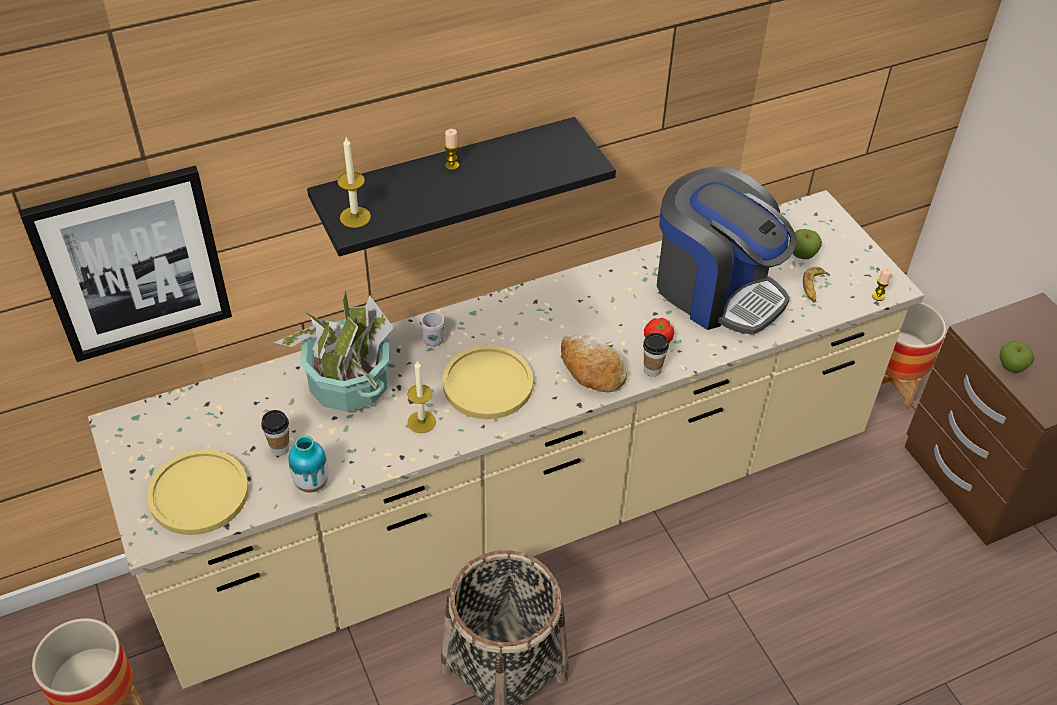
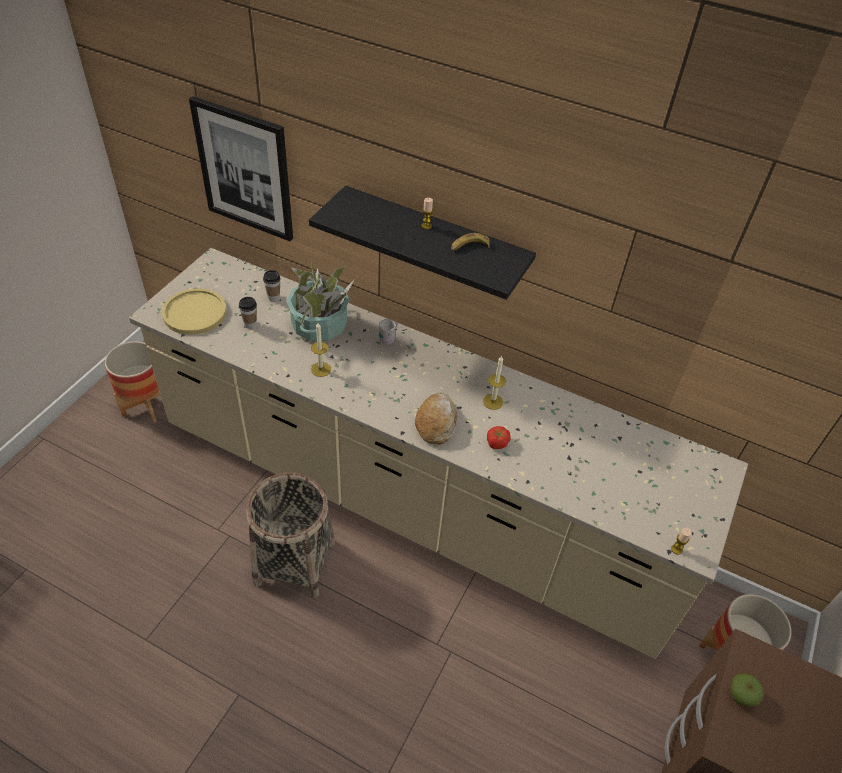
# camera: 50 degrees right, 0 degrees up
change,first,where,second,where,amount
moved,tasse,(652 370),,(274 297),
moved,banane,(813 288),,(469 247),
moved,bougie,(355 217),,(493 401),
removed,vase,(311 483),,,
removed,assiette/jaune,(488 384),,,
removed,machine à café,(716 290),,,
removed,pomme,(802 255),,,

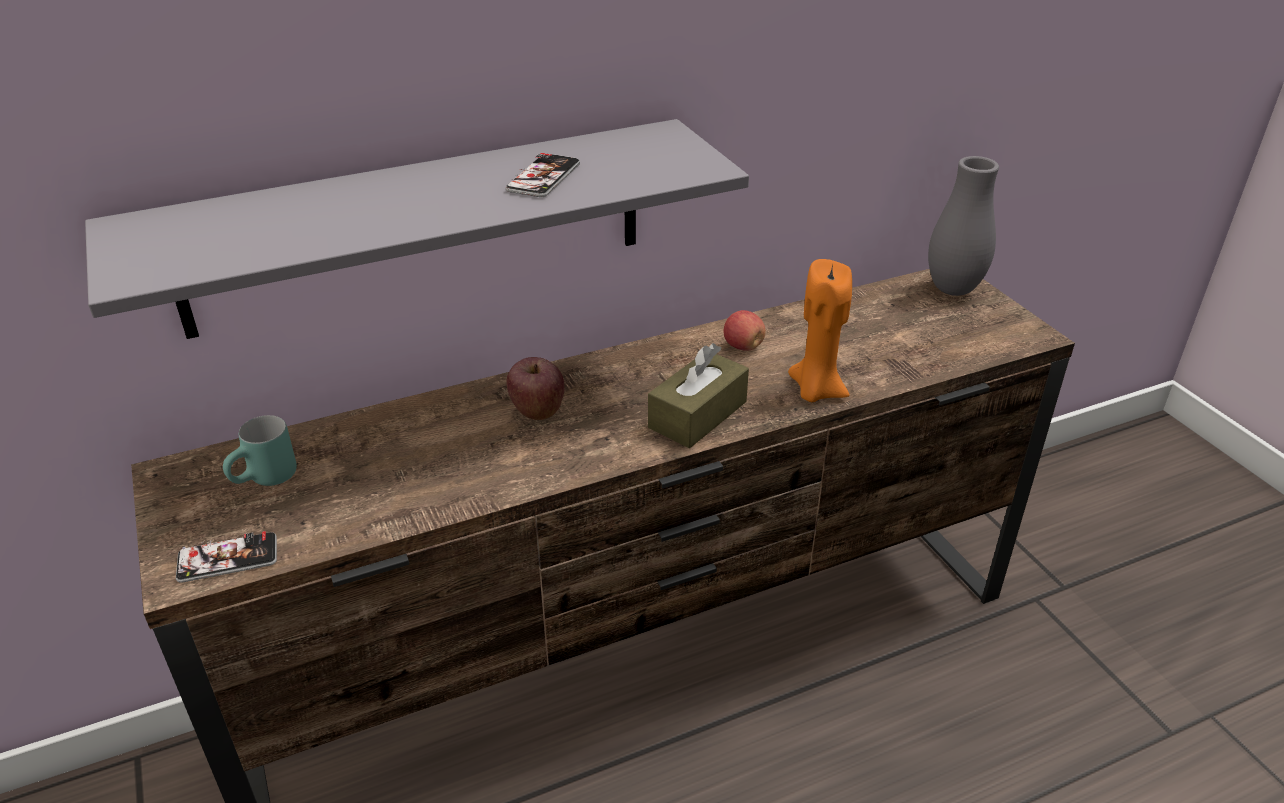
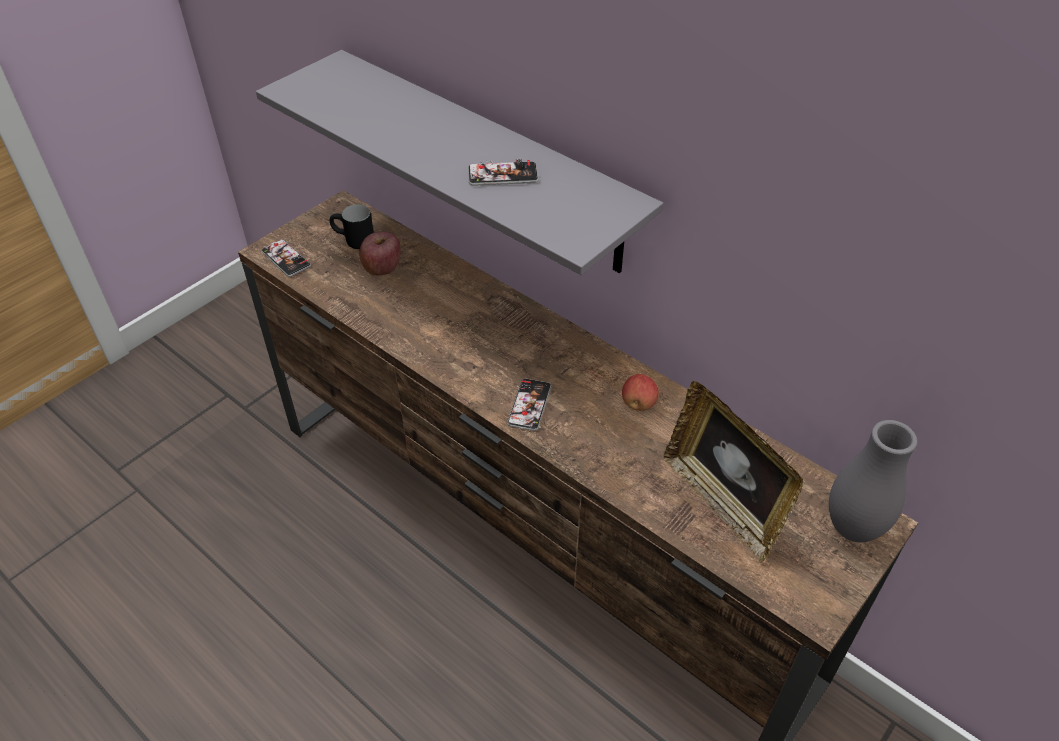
# camera: 65 degrees right, 10 degrees up
change,first,where,second,where,amount
recoloured,mug/turquoise,(267 481),mug/noir,(353 242),
moved,pomme,(537 410),,(382 268),
replaced,boîte à mouchoirs/marron,(697 415),téléphone,(529 405),
added,,,cadre photo,(722 502),
removed,bougie/orange,(815 391),,,

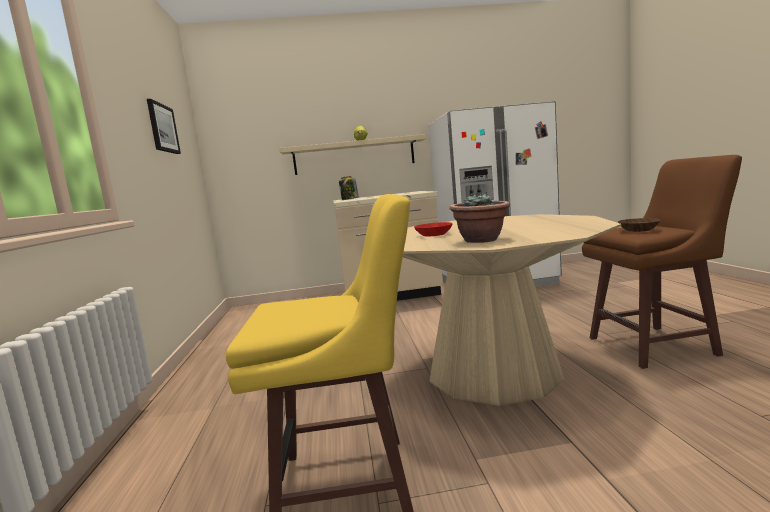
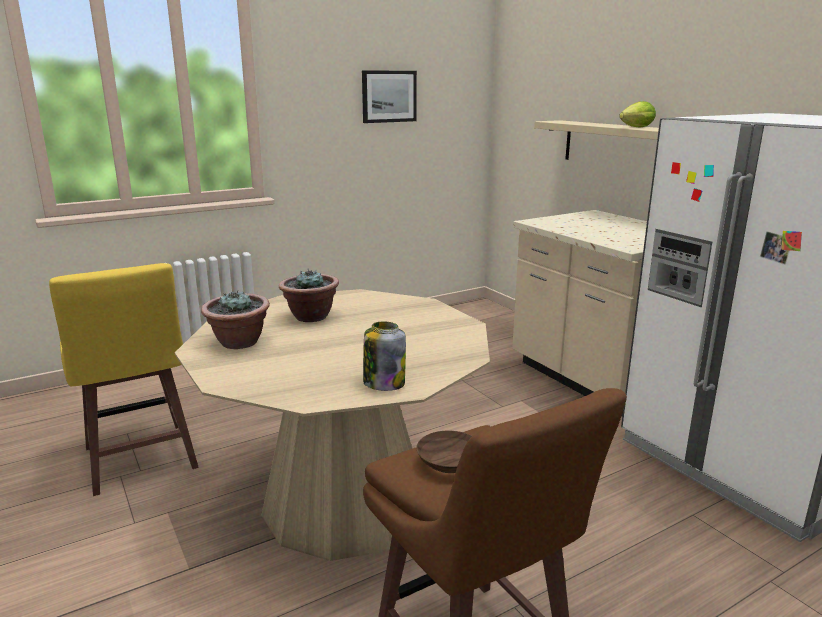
# camera: 65 degrees right, 10 degrees up
change,first,where,second,where,amount
replaced,bol/rouge,(434 235),plante en pot,(310 317),
moved,bocal,(349 199),,(383 383),

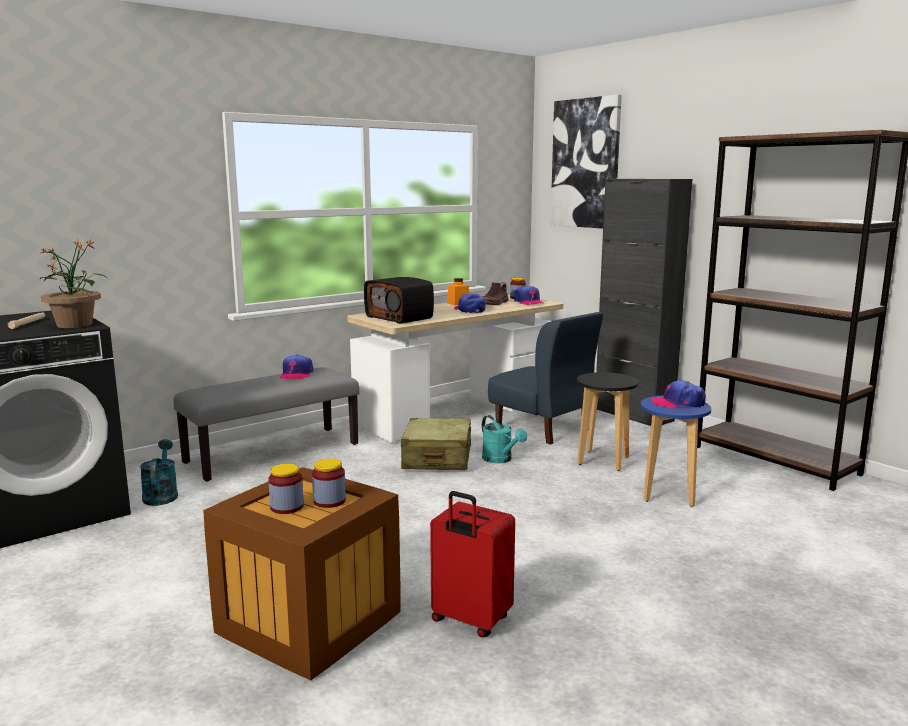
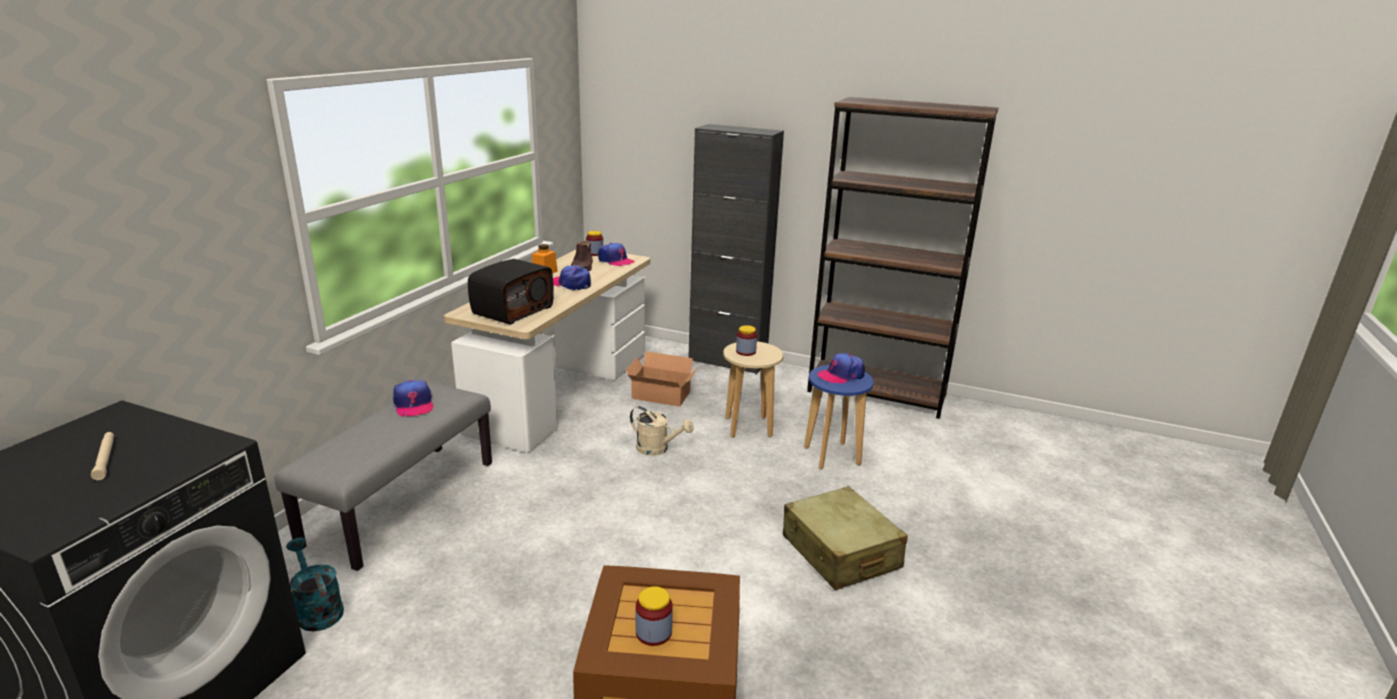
# camera: 30 degrees left, 10 degrees up
change,first,where,second,where,amount
turned,radio,(400 317),,(512 310),75 degrees counterclockwise
replaced,chaise/bleu,(542 428),carton,(661 396),
recoloured,arrosoir/turquoise,(501 459),arrosoir/beige,(657 449),
recoloured,tabouret/noir,(603 460),tabouret/beige,(748 427),
moved,bocal,(329 501),,(746 352),
moved,valise/beige,(437 458),,(840 552),
removed,plante en pot,(75 324),,,
removed,valise/rouge,(470 620),,,
removed,tableau,(585 163),,,

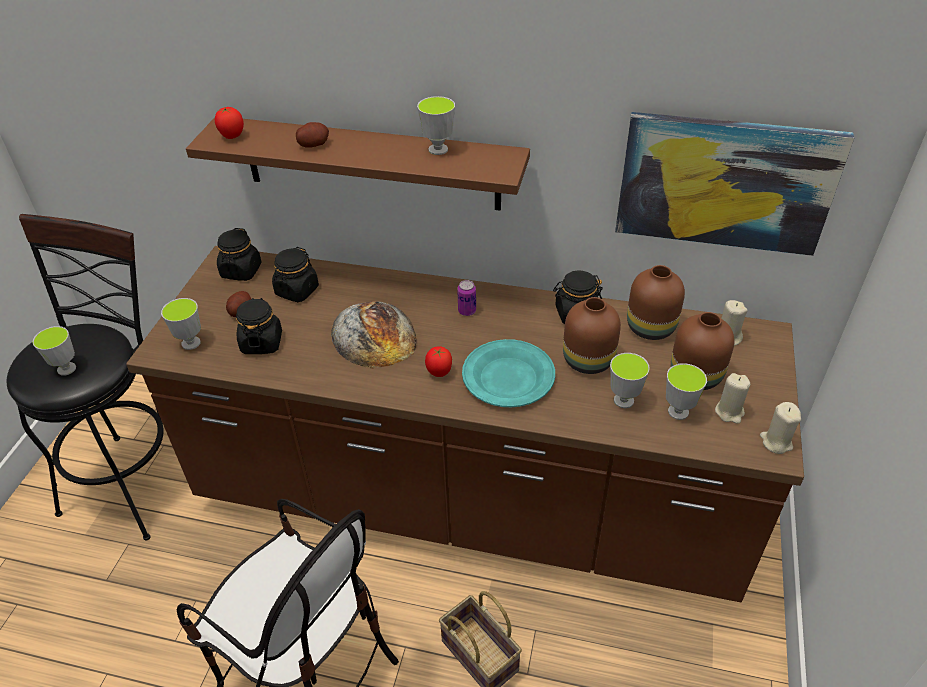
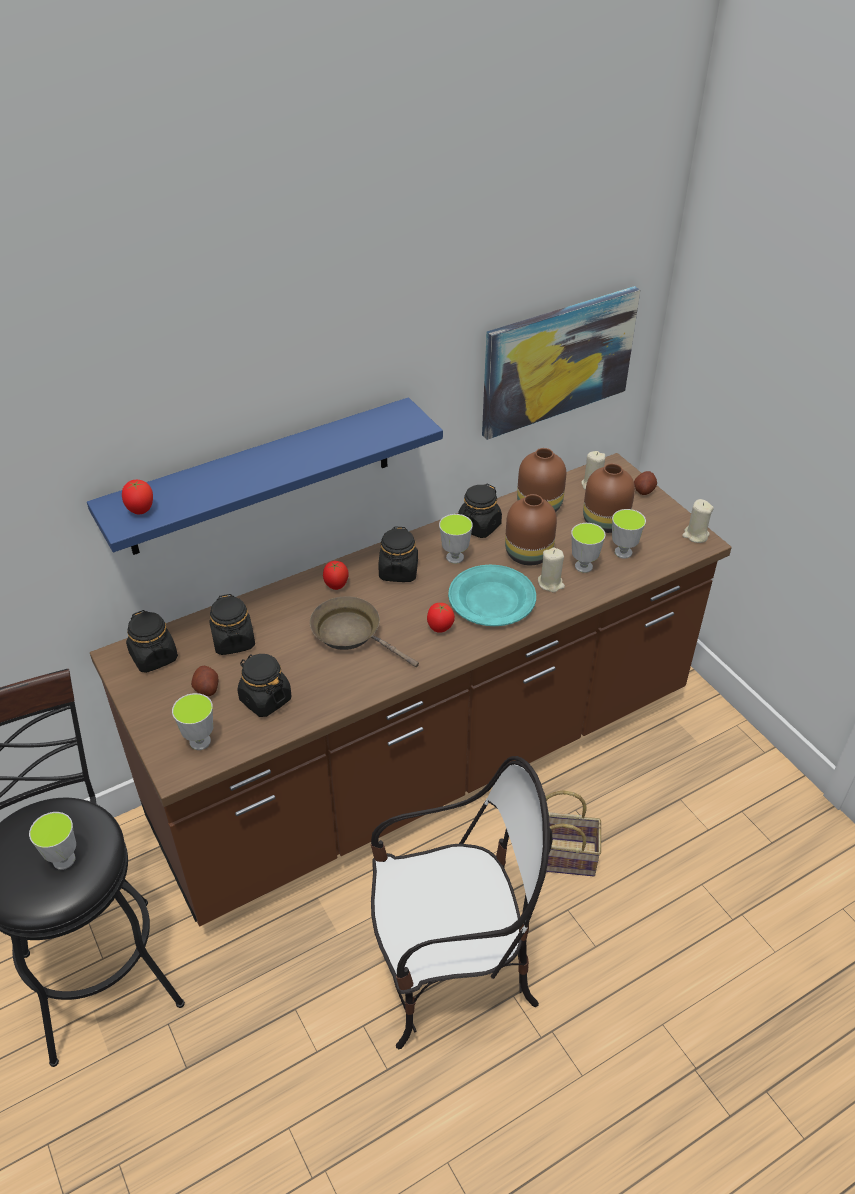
# camera: 45 degrees left, 0 degrees up
change,first,where,second,where,amount
recoloured,étagère/marron,(370 163),étagère/bleu,(261 477),
replaced,pain,(374 335),poêle/marron,(351 633),
added,,,tomate,(336 586),
replaced,boîte métallique,(467 311),bocal/noir,(398 571),
moved,tasse,(438 149),,(455 557),
moved,bougie/beige,(729 412),,(550 583),
moved,pomme de terre,(313 144),,(644 490),

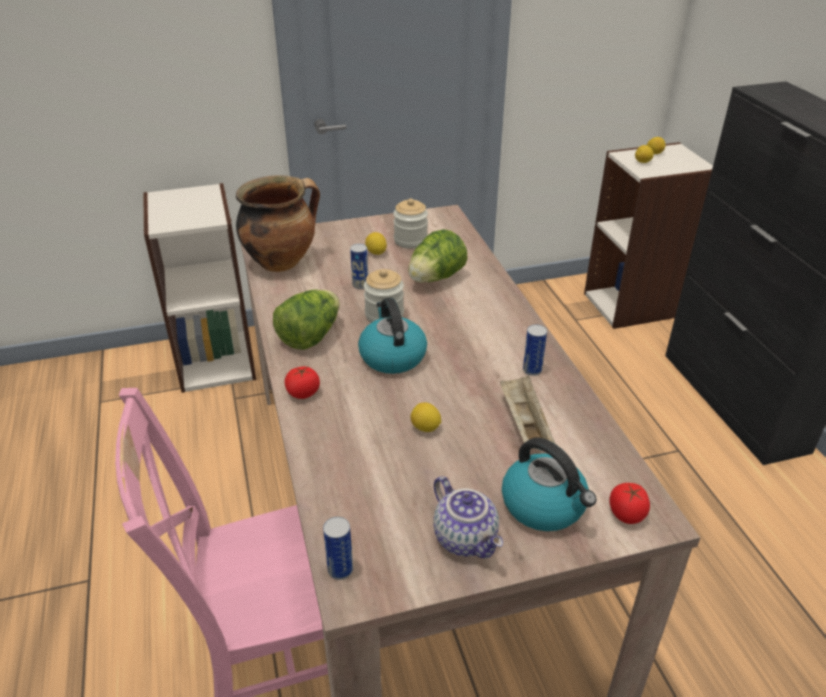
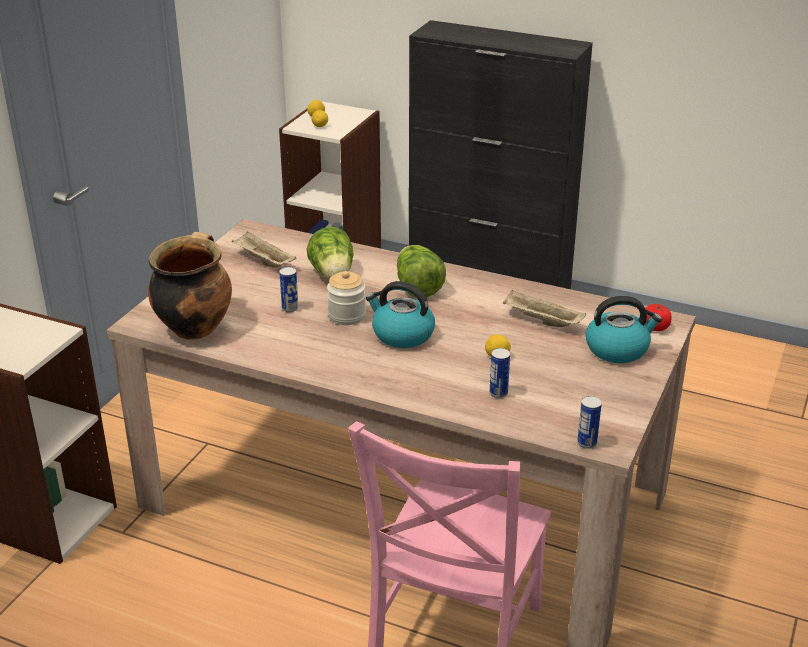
# camera: 50 degrees left, 5 degrees down
change,first,where,second,where,amount
replaced,bocal,(410 241),plateau/beige,(263 261),
moved,laitue,(310 336),,(417 288),
moved,boîte métallique,(532 370),,(498 393),
removed,tomate,(303 393),,,
removed,citron,(376 252),,,
removed,théière,(467 538),,,

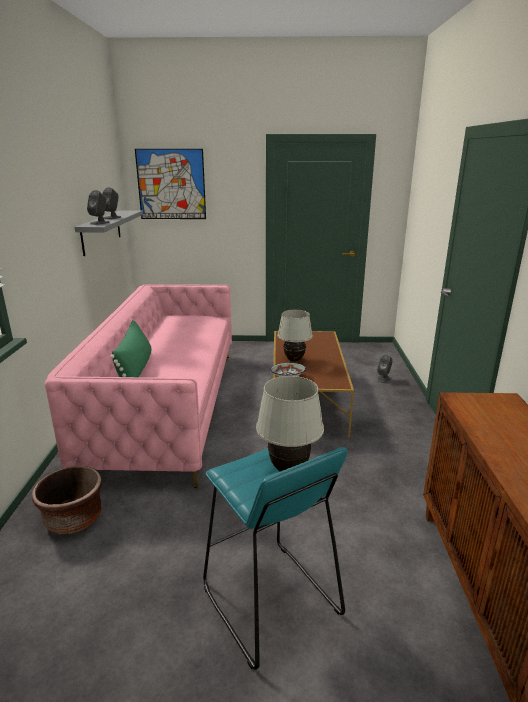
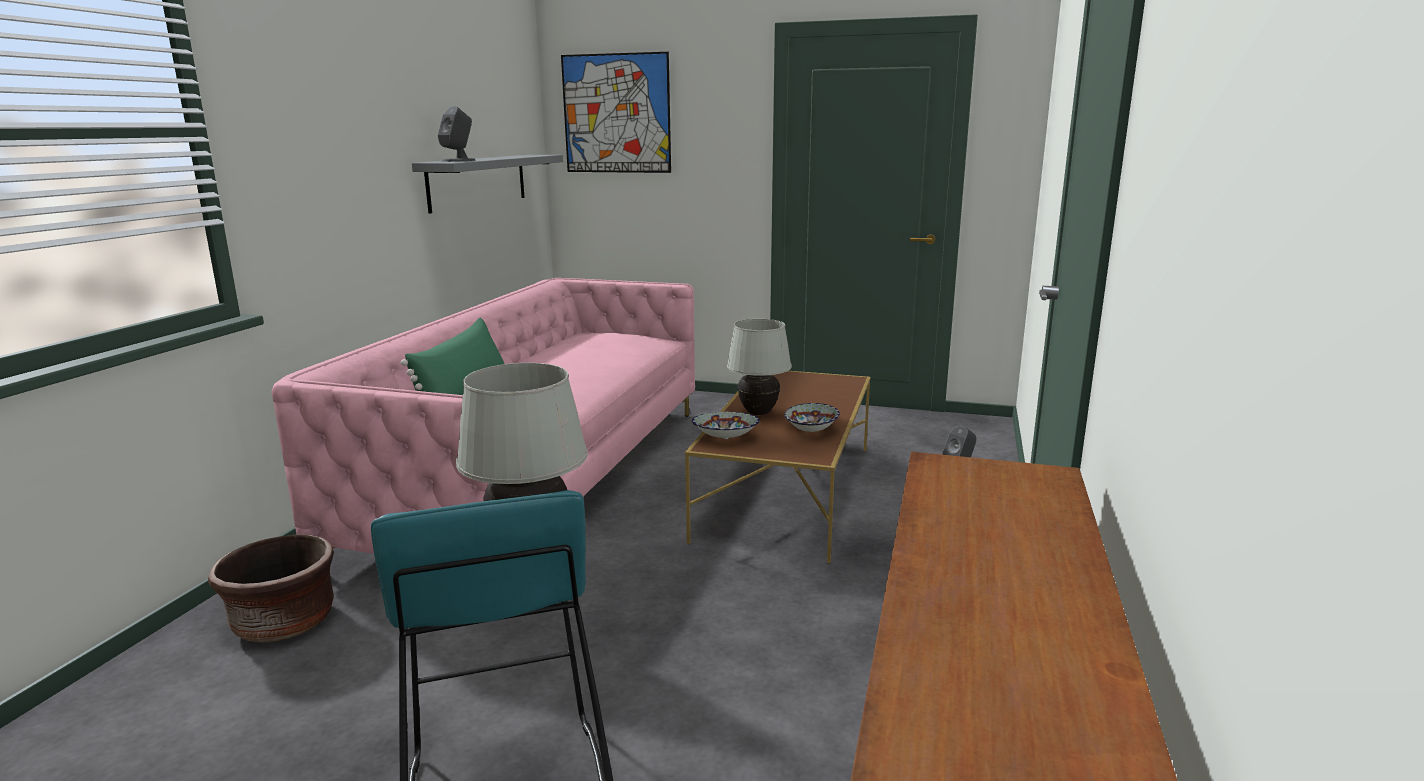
# camera: 15 degrees right, 5 degrees down
change,first,where,second,where,amount
added,,,bol,(812 431),
removed,enceinte/gris,(112 217),,,

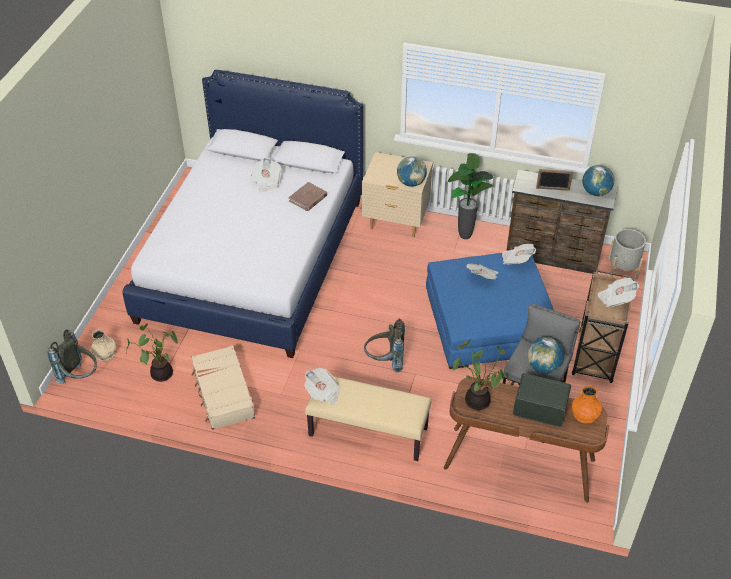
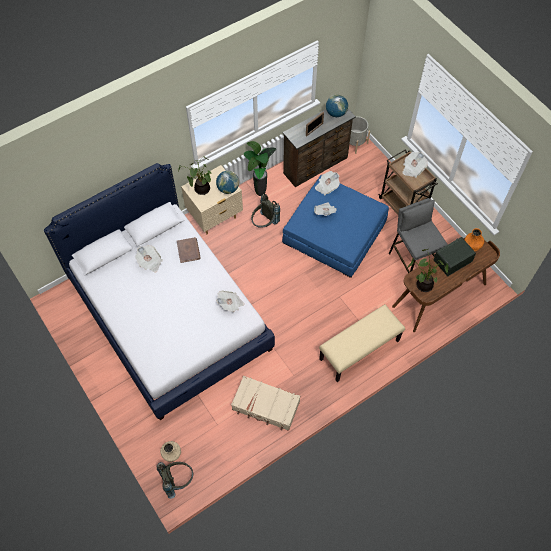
# camera: 50 degrees left, 15 degrees up
change,first,where,second,where,amount
moved,plante en pot,(160 373),,(200 189),
moved,journal,(323 393),,(230 304),
moved,sac à dos/gris,(385 361),,(264 223),
removed,globe,(543 367),,,

